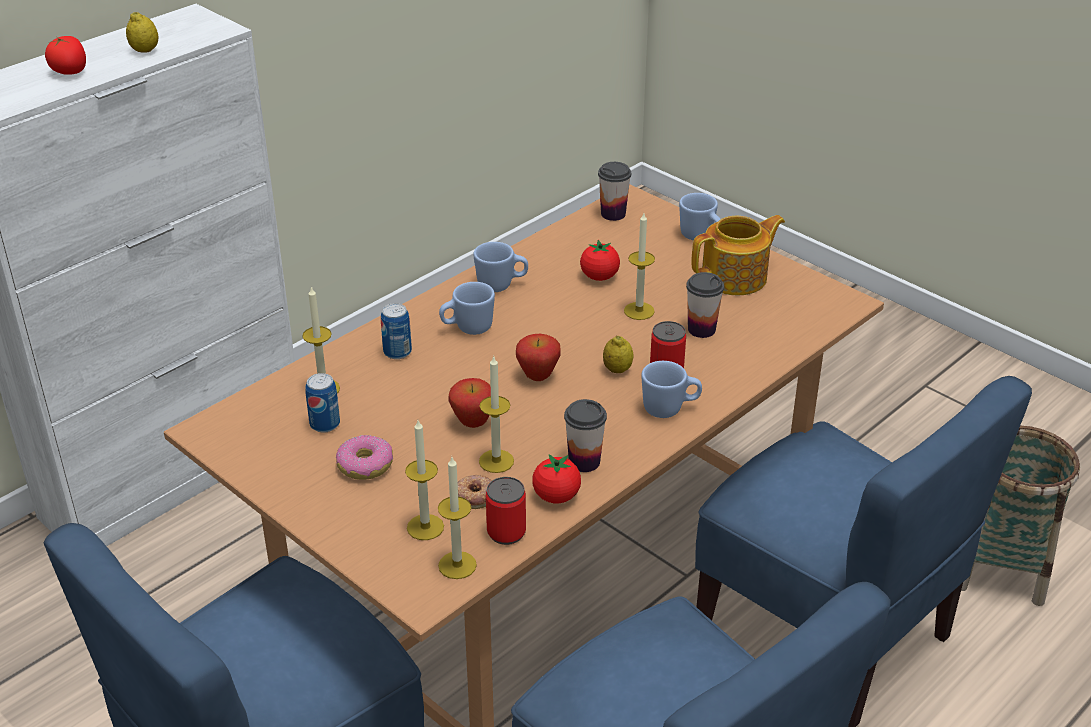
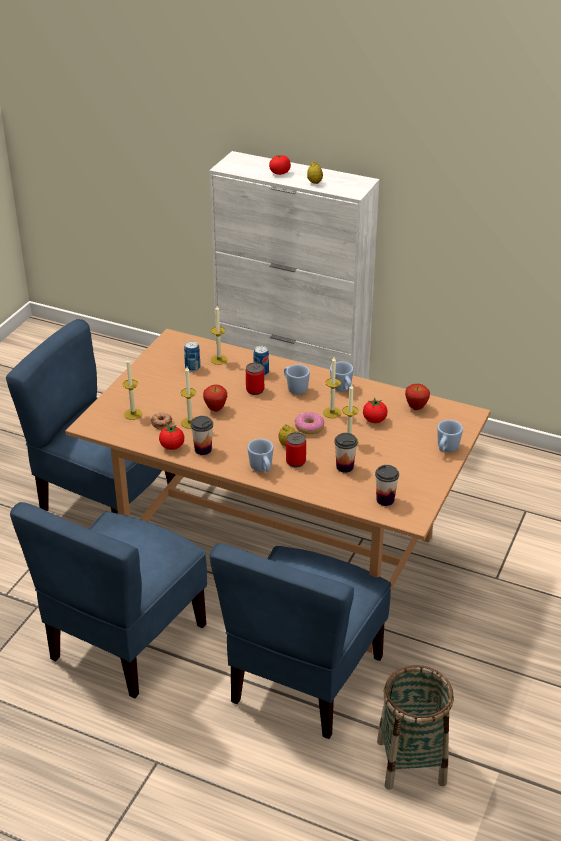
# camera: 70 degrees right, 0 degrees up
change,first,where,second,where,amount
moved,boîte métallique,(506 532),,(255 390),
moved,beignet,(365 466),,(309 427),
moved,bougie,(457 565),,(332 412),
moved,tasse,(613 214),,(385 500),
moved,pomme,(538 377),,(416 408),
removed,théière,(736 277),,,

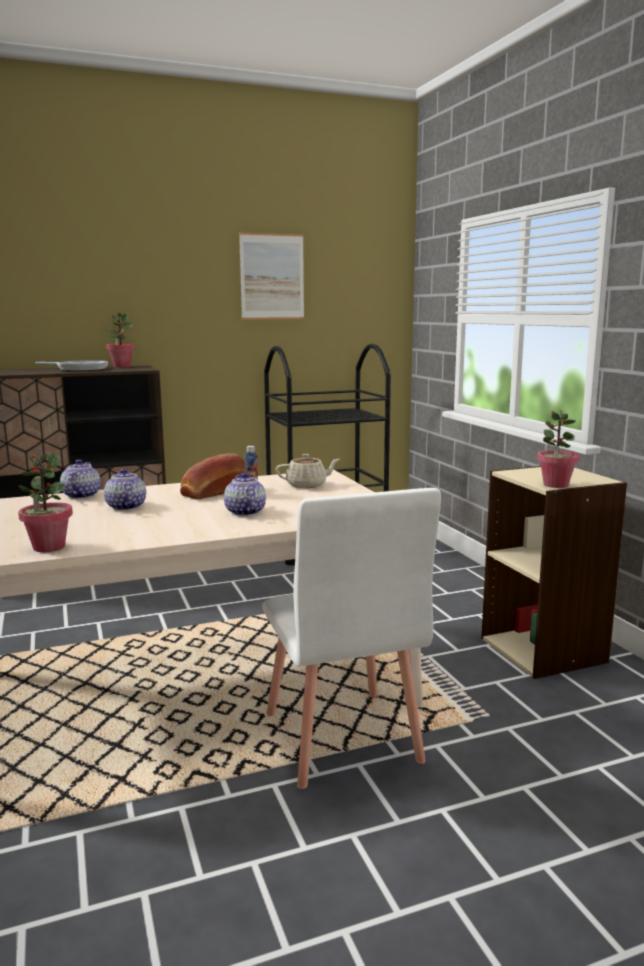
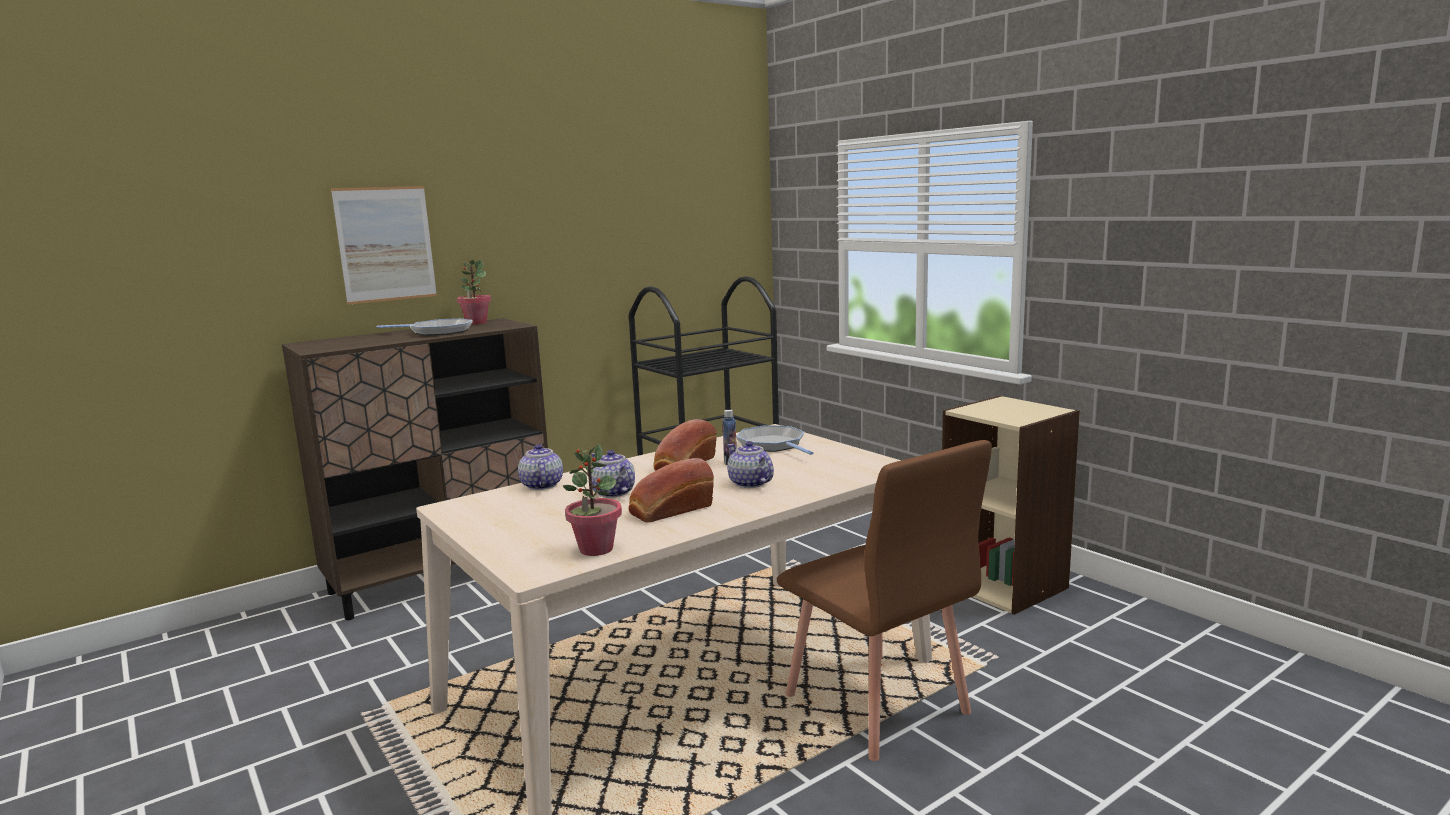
# camera: 15 degrees left, 0 degrees up
change,first,where,second,where,amount
moved,tableau,(272 277),,(385 244),
added,,,pain,(669 510),
replaced,théière/beige,(307 485),poêle,(773 445),
recoloured,chaise/blanc,(340 738),chaise/marron,(876 705),
removed,plante en pot,(555 485),,,

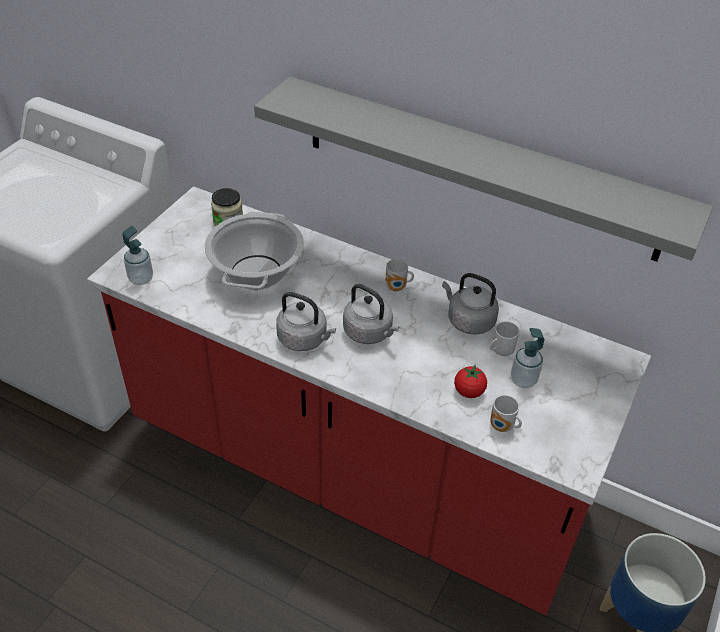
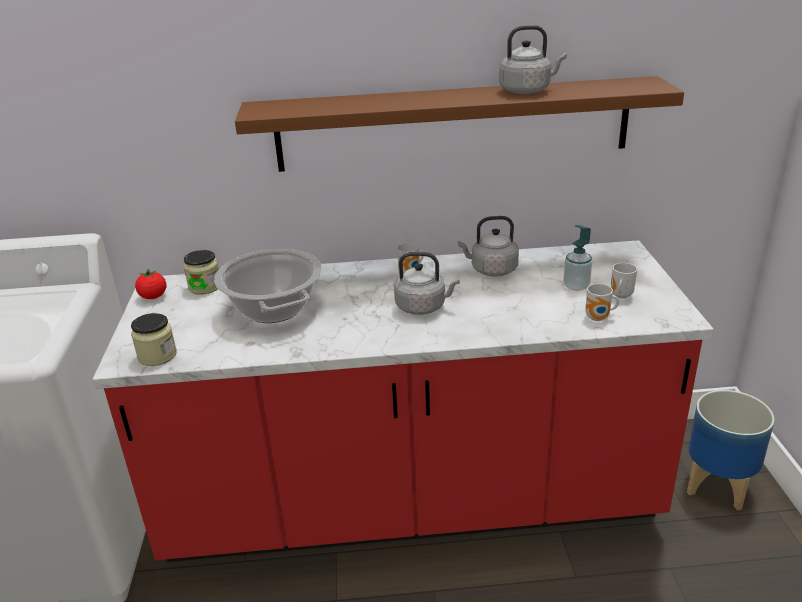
# camera: 30 degrees left, 15 degrees down
change,first,where,second,where,amount
replaced,distributeur de savon,(141 279),bocal,(157 356),
moved,tomate,(469 391),,(153 297),
recoloured,étagère/gris,(478 168),étagère/marron,(453 124),
moved,bouilloire/gris,(304 339),,(527 90),
moved,mug,(500 351),,(620 296),

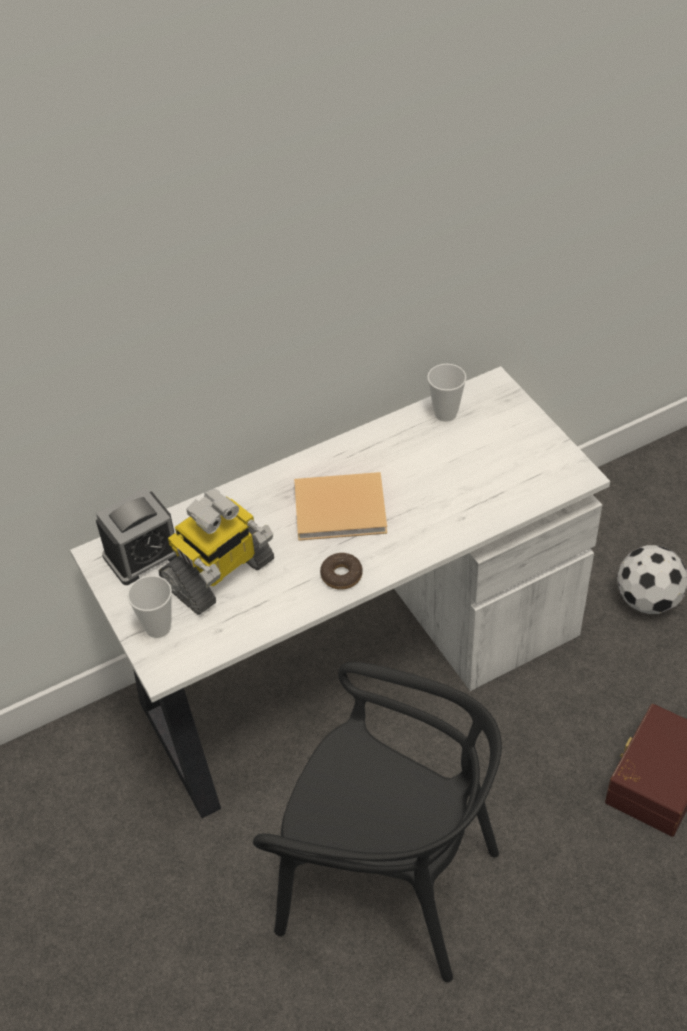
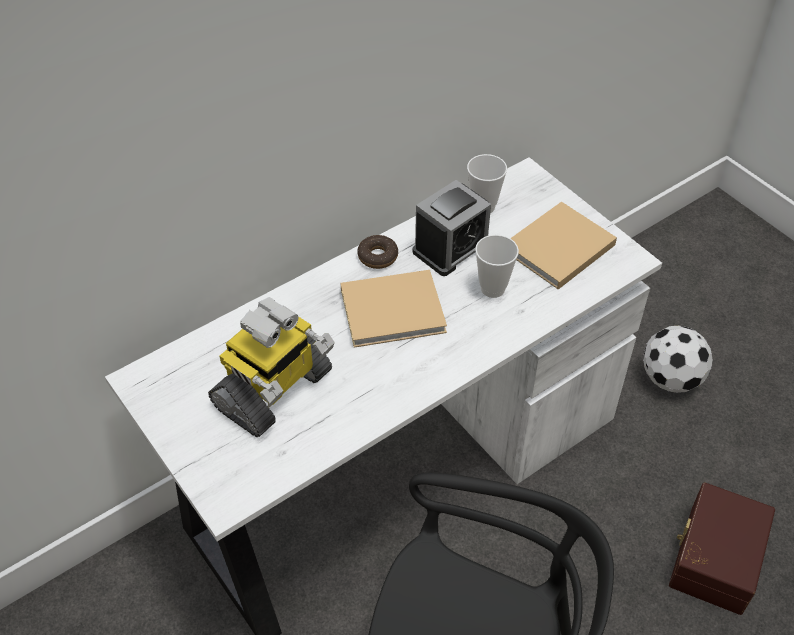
# camera: 10 degrees left, 0 degrees up
change,first,where,second,where,amount
moved,beignet,(341 575),,(378 256),
moved,réveil,(142 555),,(451 248),
moved,tasse,(158 627),,(492 288),
added,,,livre/beige,(557 249),

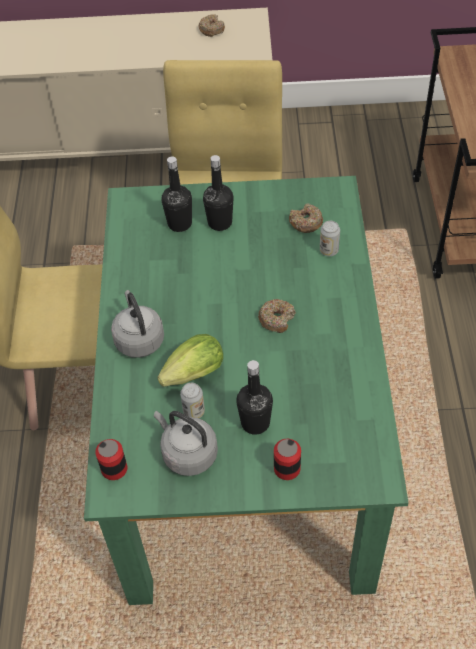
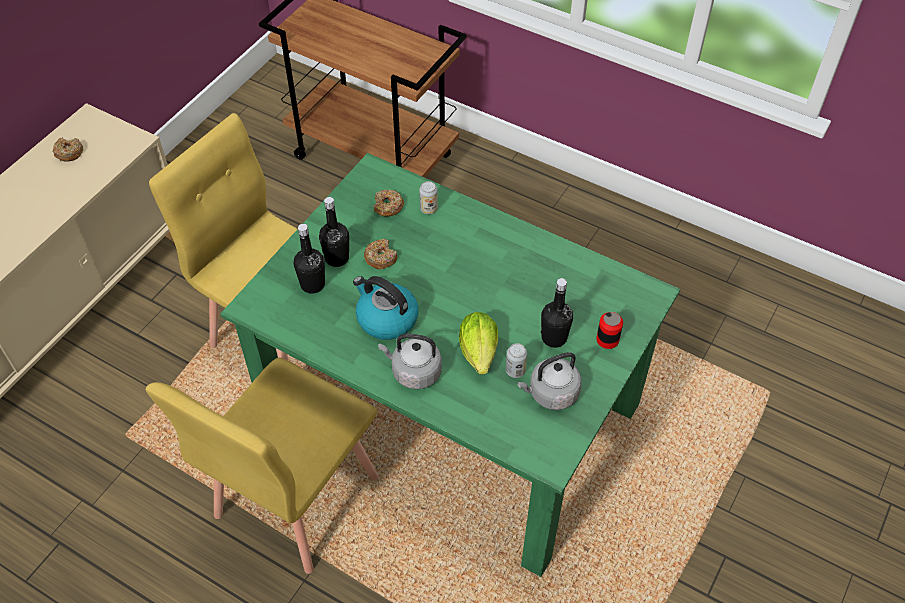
# camera: 60 degrees left, 0 degrees up
change,first,where,second,where,amount
added,,,bouilloire,(386 319),
moved,beignet,(277 319),,(380 258),
removed,boîte métallique,(114 469),,,

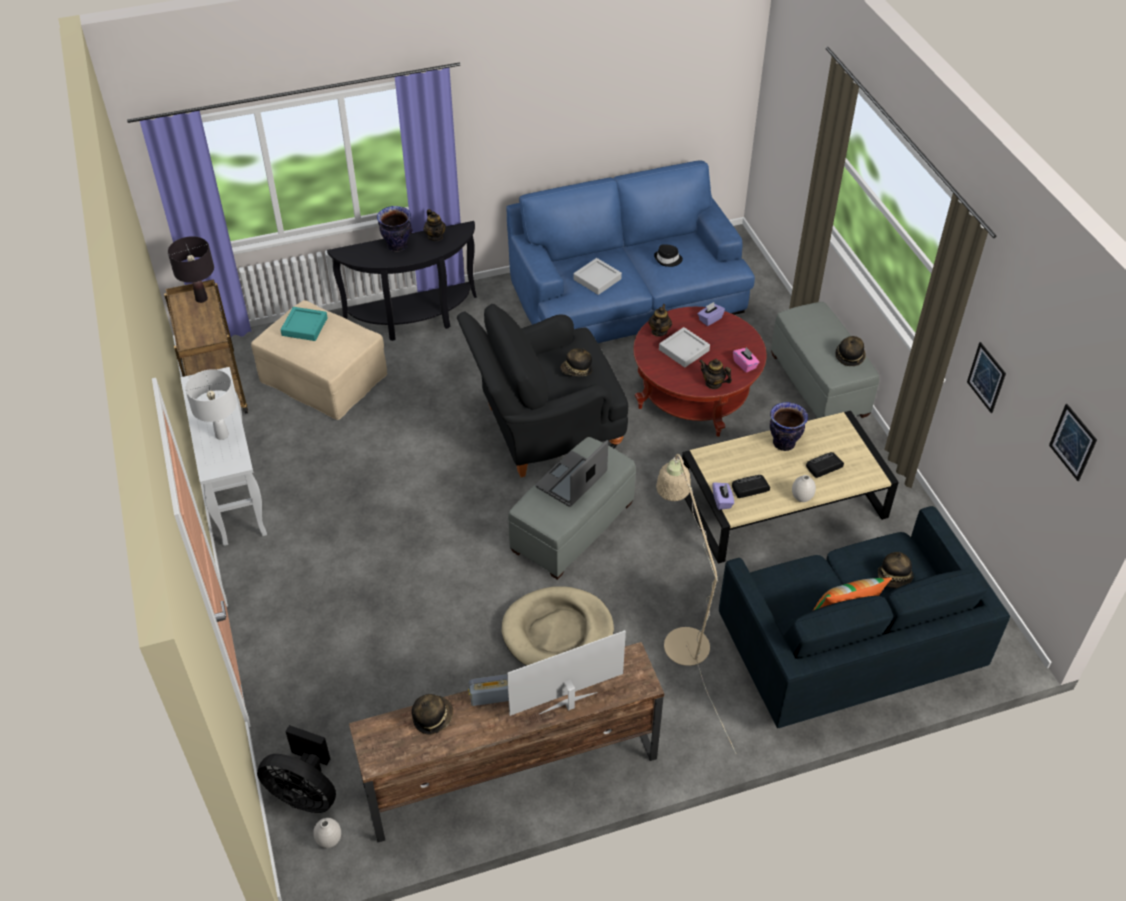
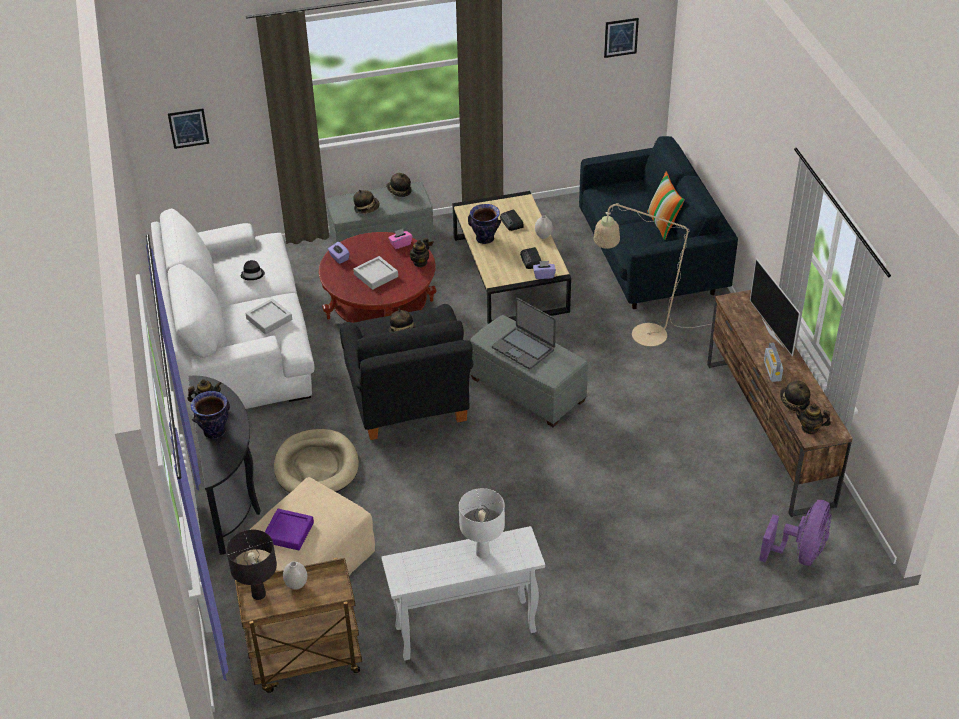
# camera: 85 degrees left, 5 degrees down
change,first,where,second,where,amount
recoloured,canapé/bleu,(627 296),canapé/blanc,(237 341),
moved,tableau,(986 377),,(188 128),
recoloured,plateau/turquoise,(304 327),plateau/violet,(288 532),
moved,panier pour chien/beige,(557 632),,(316 467),
moved,vase/blanc,(330 840),,(296 585),
moved,chapeau,(894 578),,(366 208),
recoloured,ventilateur/noir,(305 793),ventilateur/violet,(800 553),
moved,théière,(659 331),,(810 428),

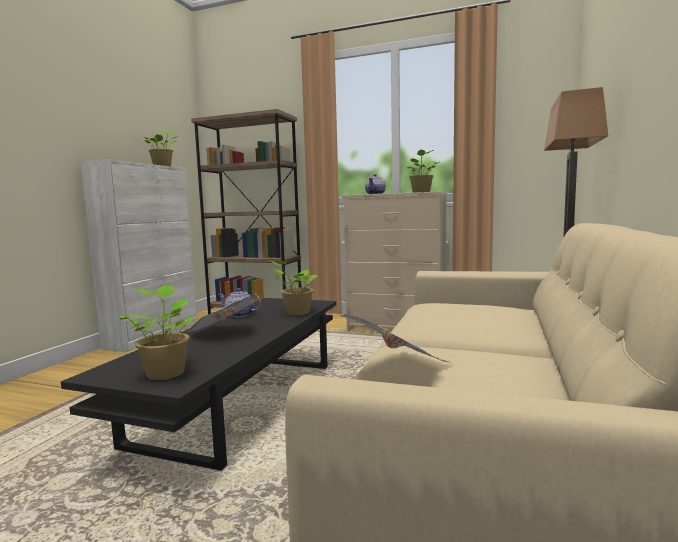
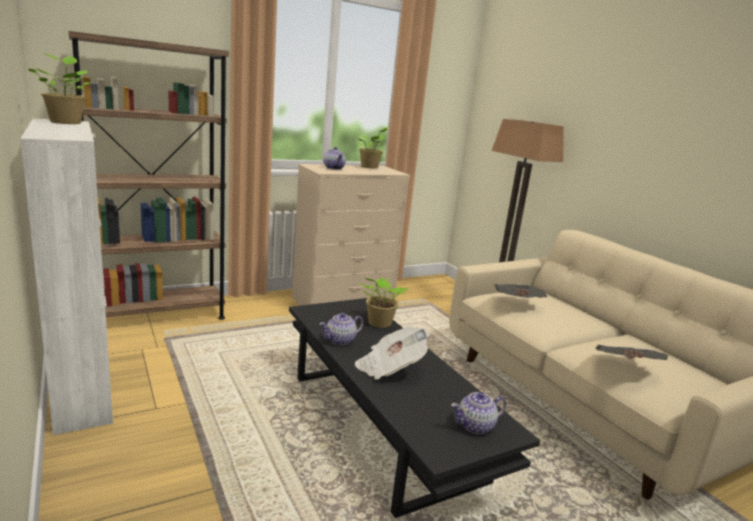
# camera: 50 degrees left, 10 degrees up
change,first,where,second,where,amount
replaced,plante en pot,(166 372),théière,(476 426),
added,,,journal,(517 305),

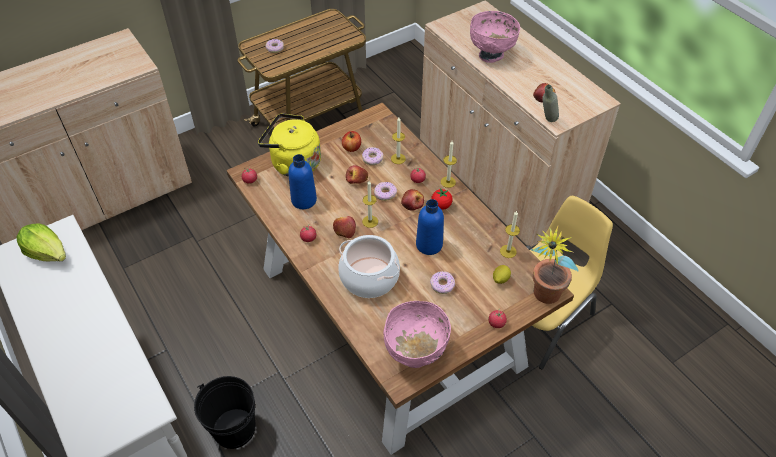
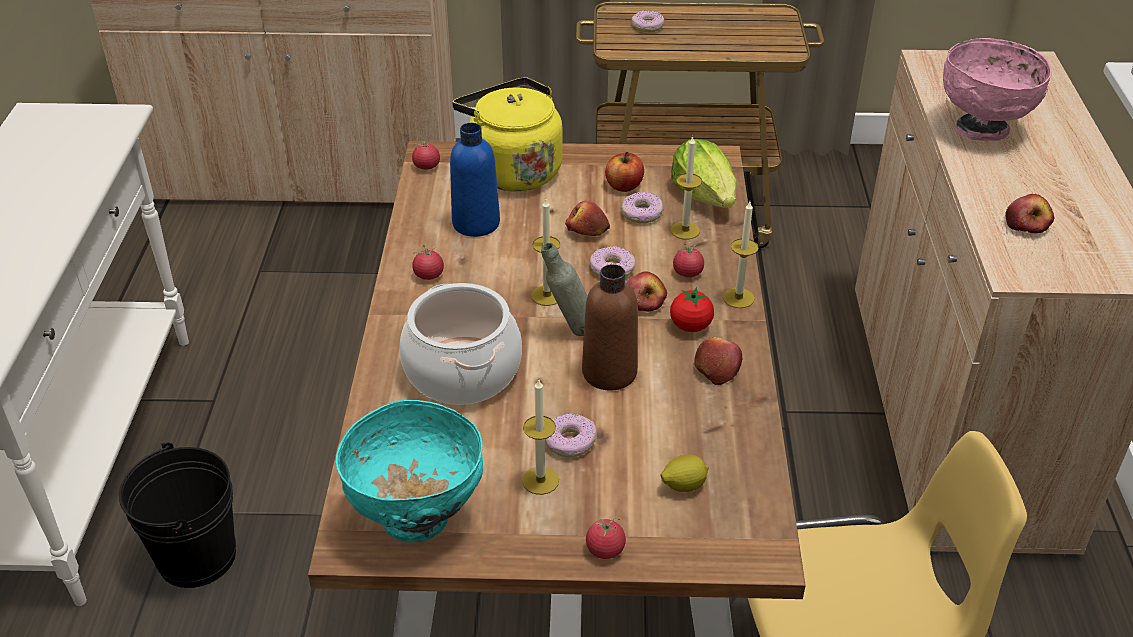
# camera: 35 degrees right, 10 degrees down
change,first,where,second,where,amount
recoloured,bol/rose,(415 354),bol/turquoise,(416 518),
moved,bougie,(508 251),,(540 480),
moved,bouteille/gris,(547 121),,(570 331),
recoloured,bouteille/bleu,(429 245),bouteille/marron,(609 372),
moved,laitue,(48 253),,(705 196),
moved,pomme,(344 230),,(717 368),
removed,plante en pot,(542 298),,,

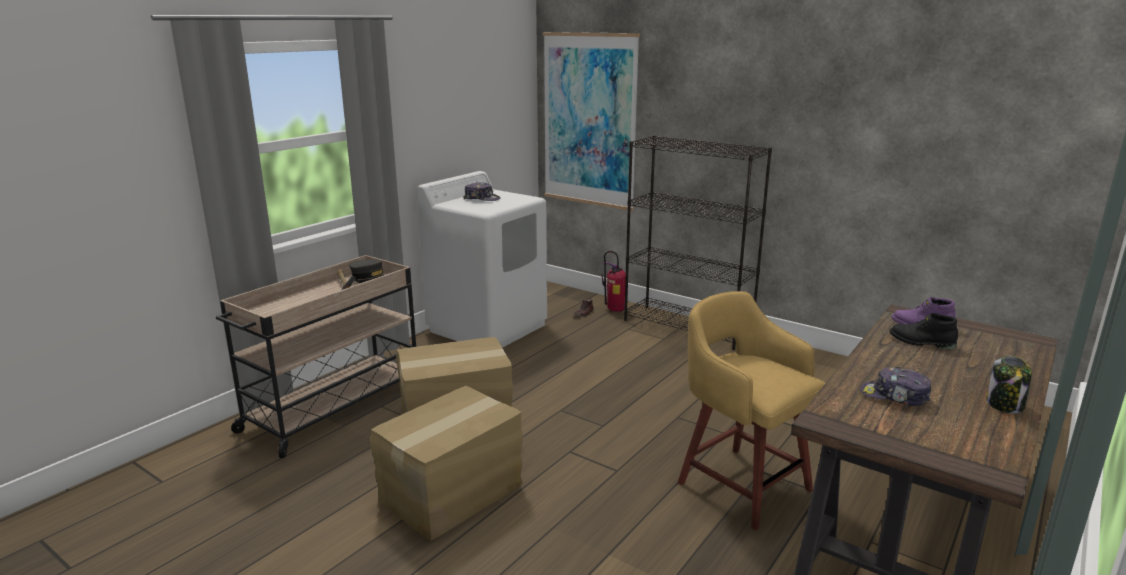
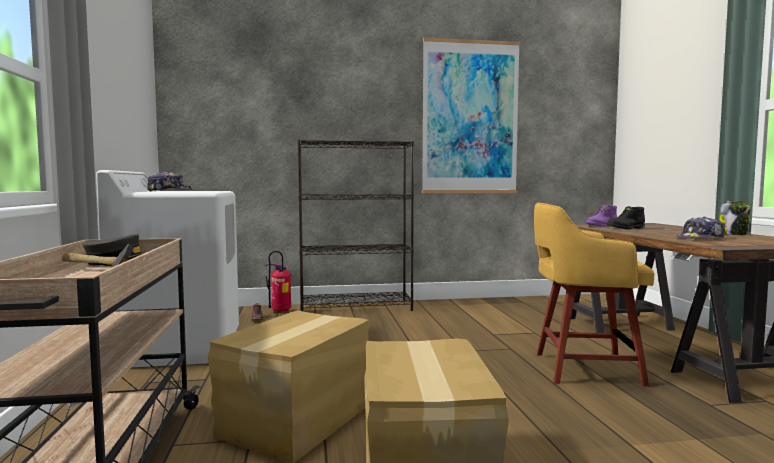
# camera: 45 degrees left, 15 degrees down
change,first,where,second,where,amount
moved,tableau,(589 120),,(470 117),

